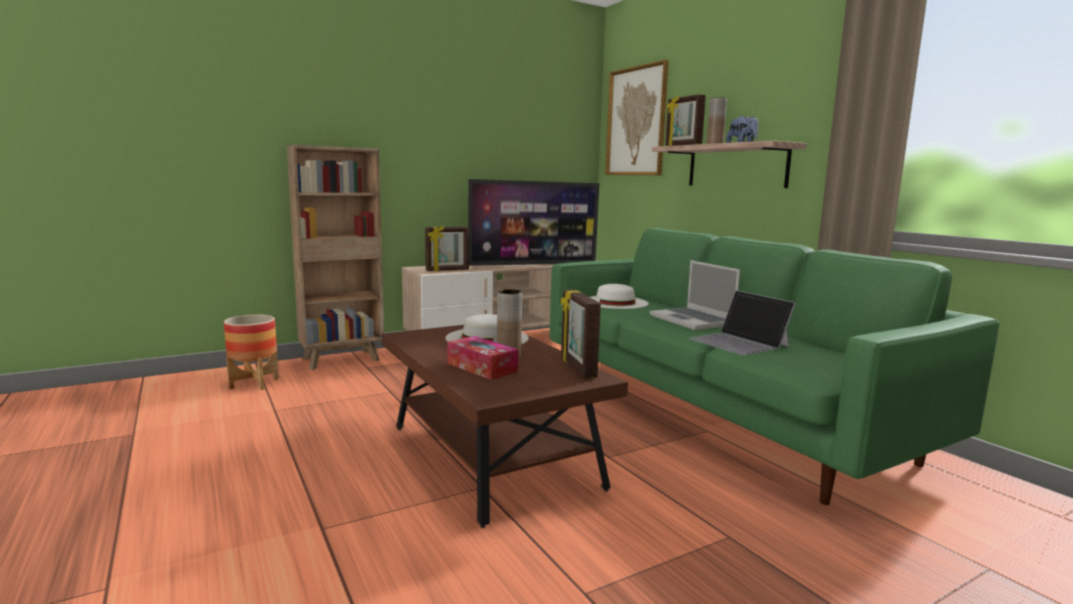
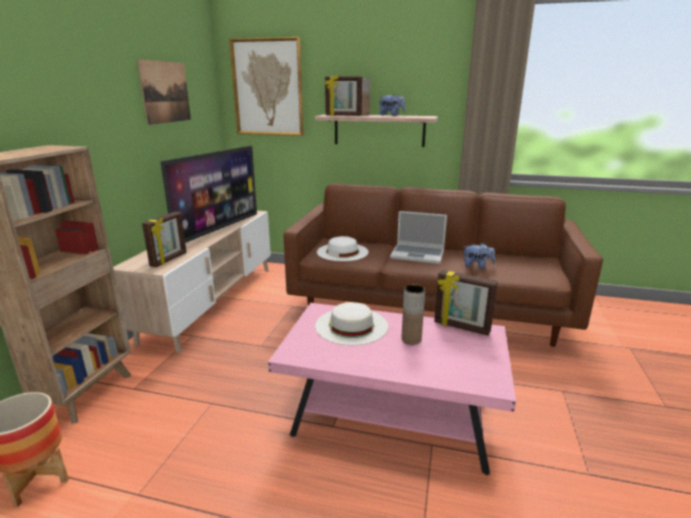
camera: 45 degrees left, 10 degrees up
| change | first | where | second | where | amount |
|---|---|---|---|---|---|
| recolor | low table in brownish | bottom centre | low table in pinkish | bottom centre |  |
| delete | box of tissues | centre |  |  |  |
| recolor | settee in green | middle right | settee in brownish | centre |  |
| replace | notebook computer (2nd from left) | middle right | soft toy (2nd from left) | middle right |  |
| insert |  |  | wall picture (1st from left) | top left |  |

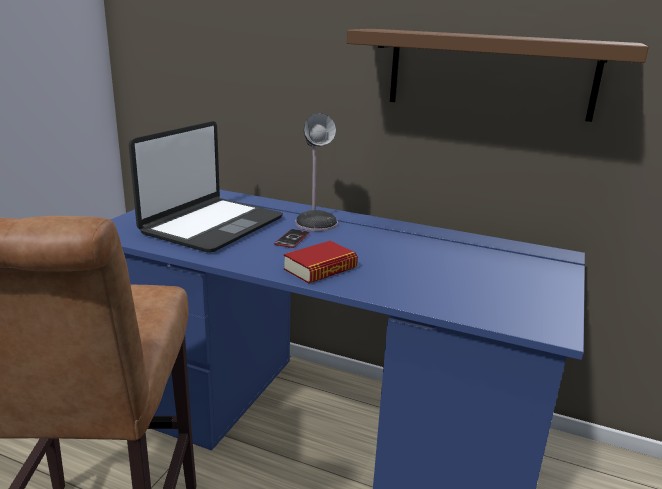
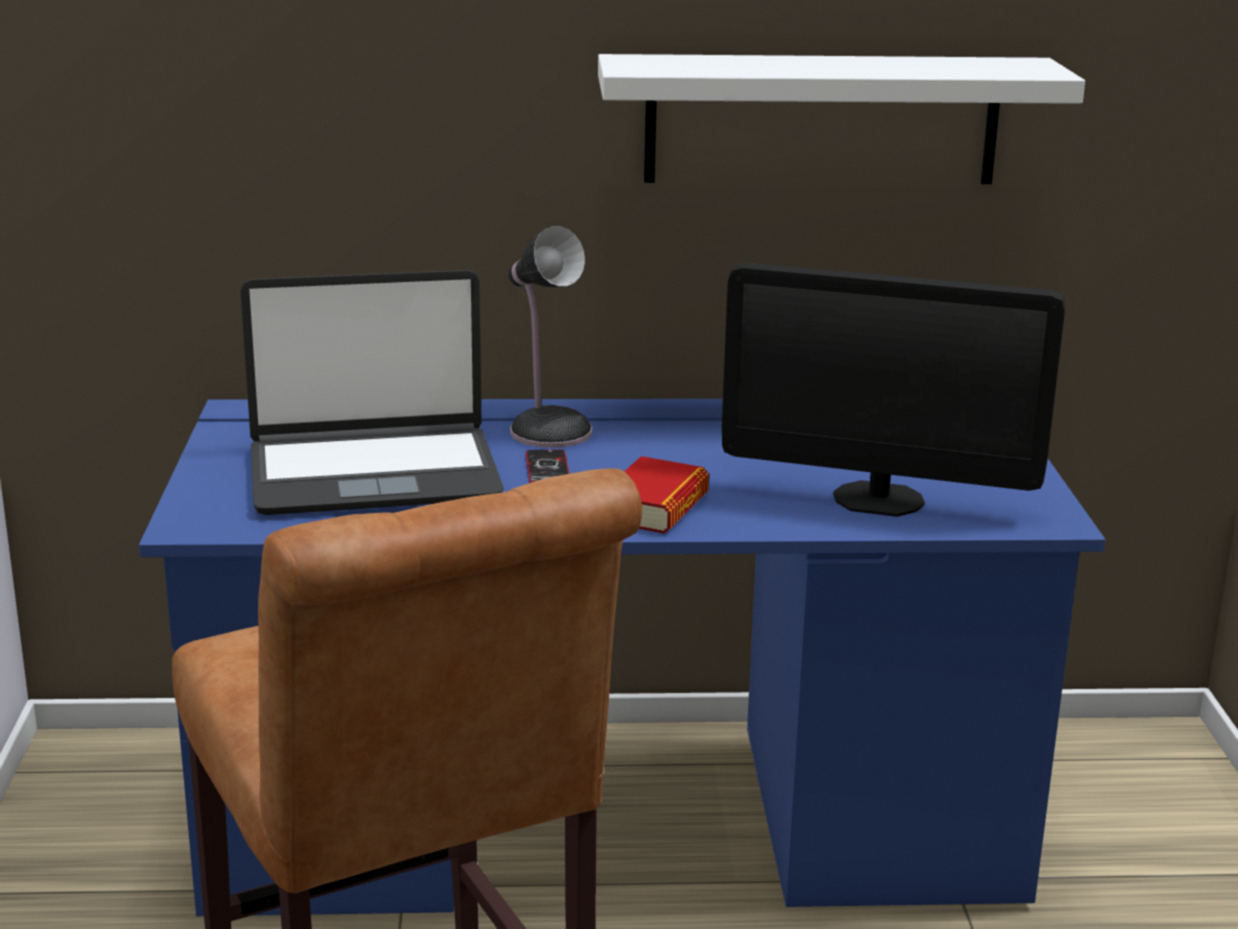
camera: 25 degrees left, 0 degrees up
| change | first | where | second | where | amount |
|---|---|---|---|---|---|
| rotate | notebook computer | middle left |  | middle left | 75 degrees clockwise |
| recolor | bracket shelf in brownish | top right | bracket shelf in whitish | top right |  |
| insert |  |  | computer display | middle right |  |

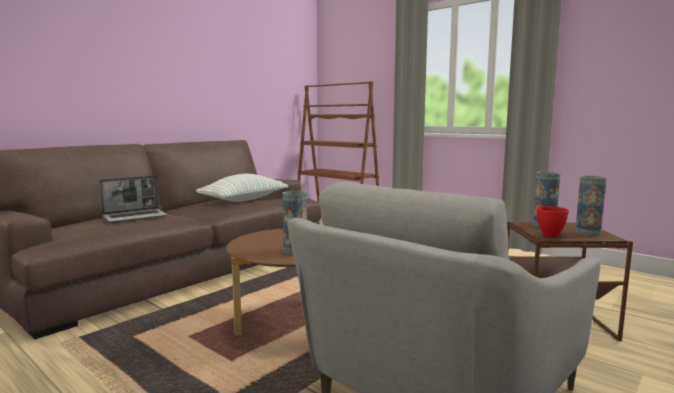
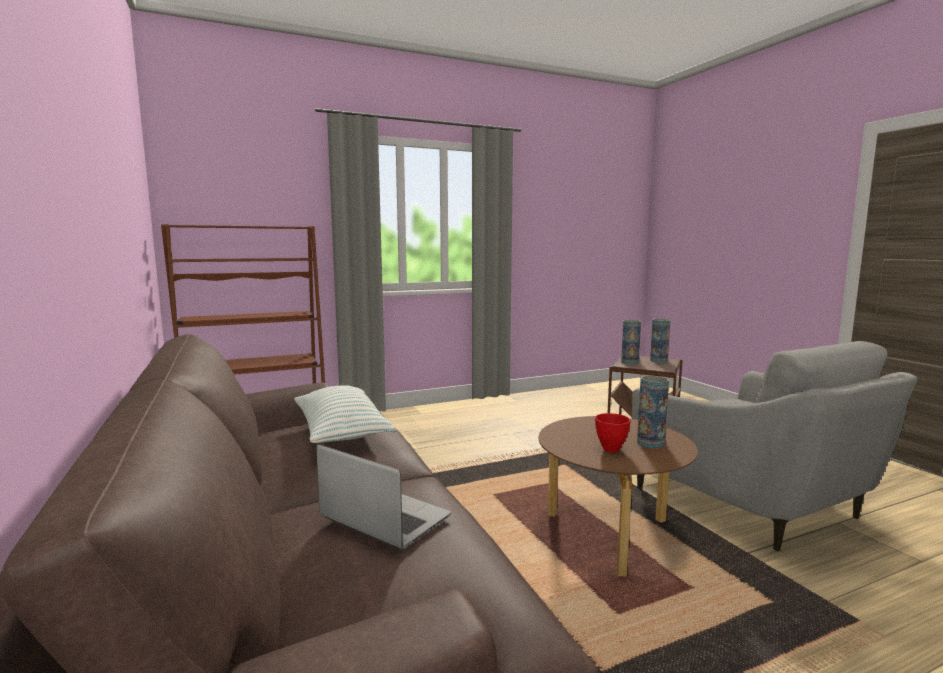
camera: 65 degrees left, 0 degrees up
| change | first | where | second | where | amount |
|---|---|---|---|---|---|
| rotate | notebook computer | middle left |  | bottom centre | 45 degrees counterclockwise |
| move | serving bowl in red-coloured | middle right |  | centre |  |

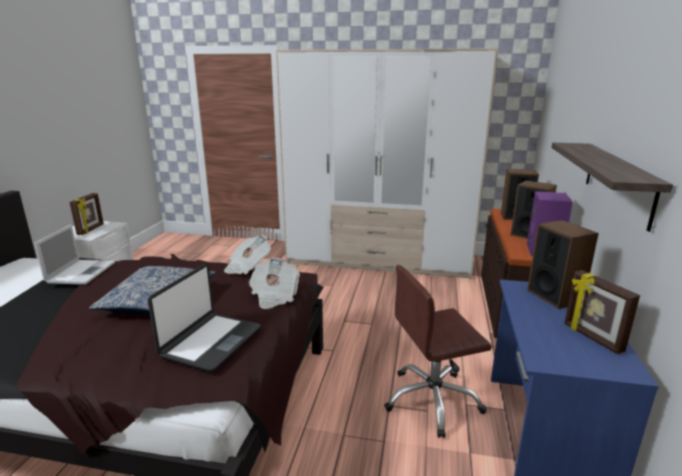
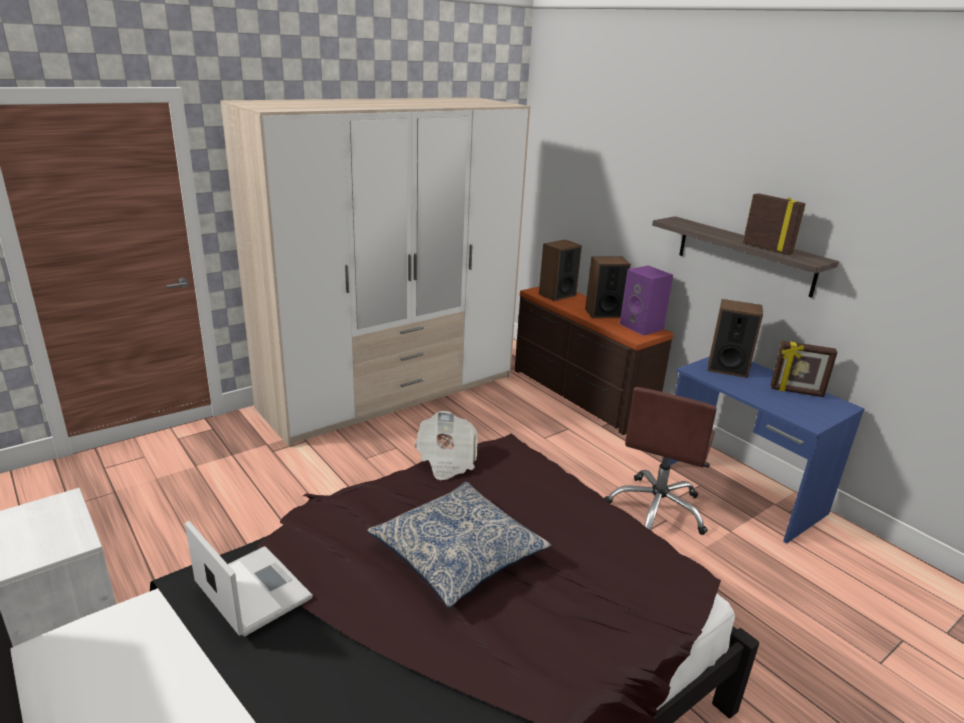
camera: 50 degrees left, 5 degrees up
| change | first | where | second | where | amount |
|---|---|---|---|---|---|
| move | standing frame (1st from left) | middle left |  | top right |  |
| delete | notebook computer (2nd from left) | bottom left |  |  |  |
| delete | newspaper (2nd from left) | centre |  |  |  |

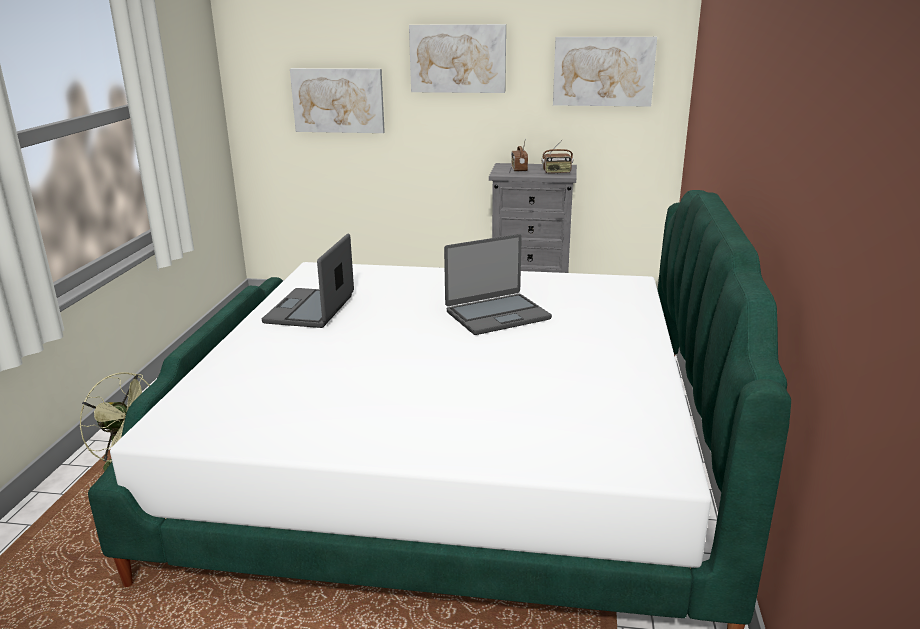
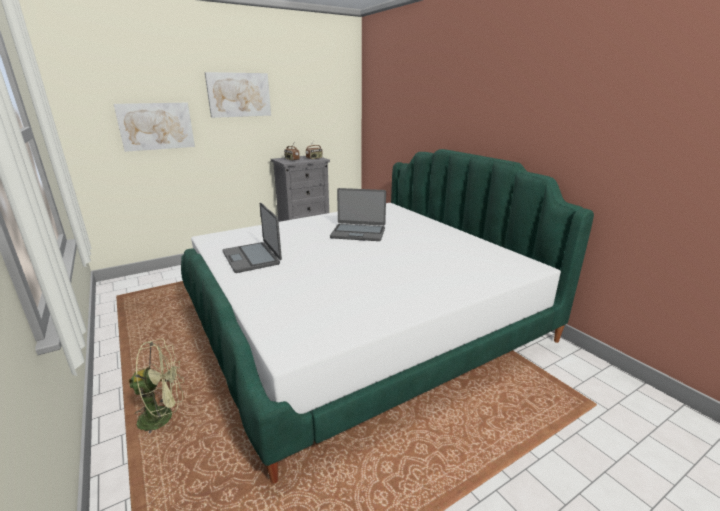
camera: 40 degrees left, 0 degrees up
| change | first | where | second | where | amount |
|---|---|---|---|---|---|
| rotate | notebook computer (2nd from left) | centre |  | centre | 75 degrees clockwise |
| delete | wall picture (3rd from left) | top centre |  |  |  |

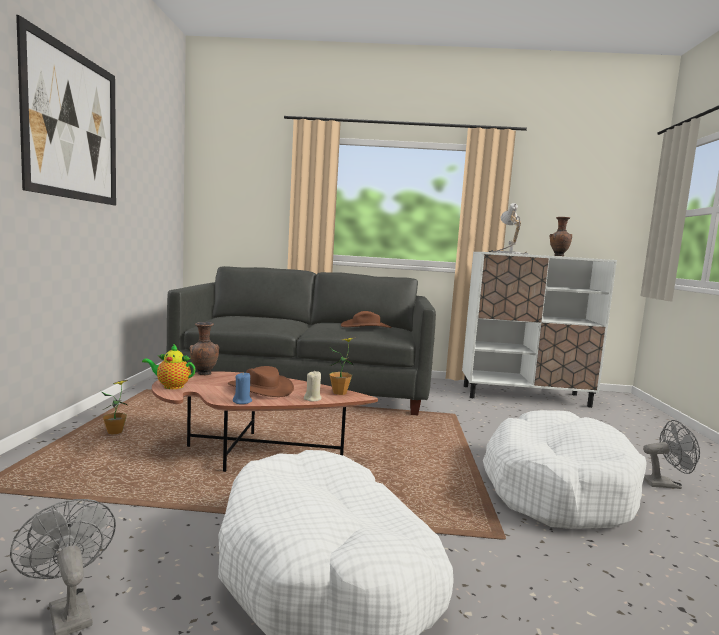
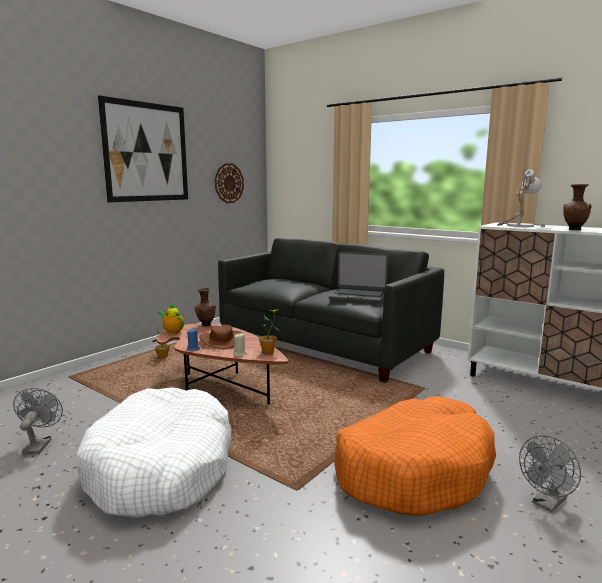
camera: 35 degrees right, 5 degrees up
| change | first | where | second | where | amount |
|---|---|---|---|---|---|
| replace | hat in brownish (2nd from left) | centre | notebook computer | centre |  |
| recolor | pet bed in whitish (2nd from left) | bottom right | pet bed in orange-coloured | bottom right |  |
| rotate | cooling fan in gray (2nd from left) | bottom right |  | bottom right | 105 degrees clockwise |
| insert |  |  | clock on the wall | top centre |  |

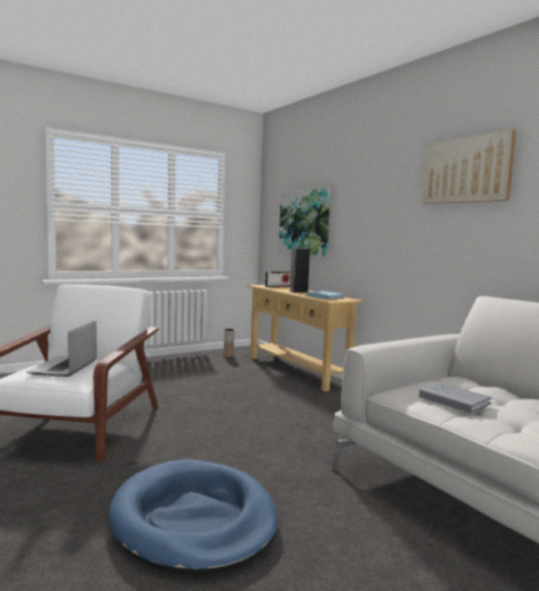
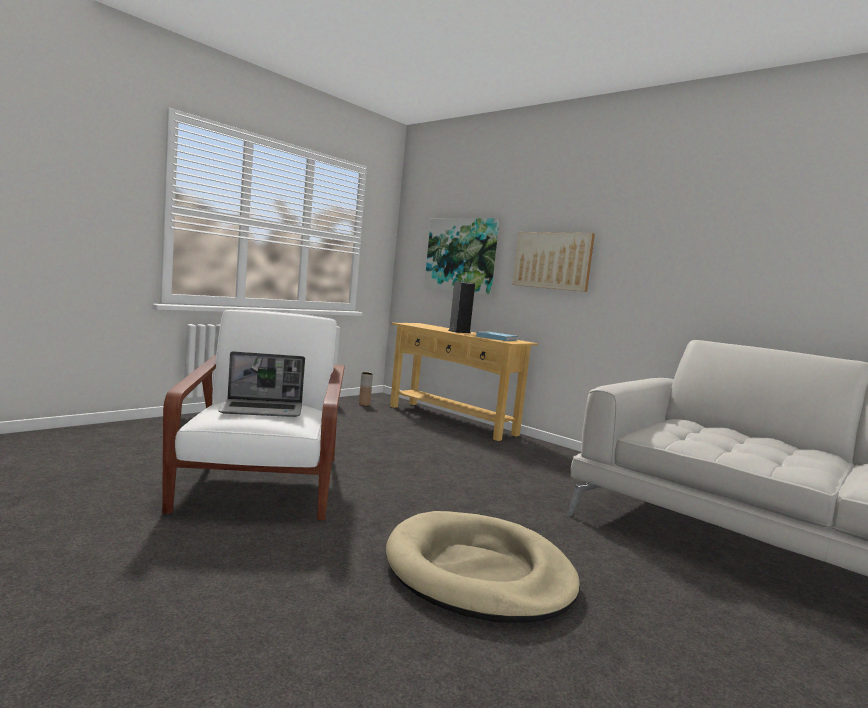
camera: 15 degrees left, 0 degrees up
| change | first | where | second | where | amount |
|---|---|---|---|---|---|
| rotate | notebook computer | middle left |  | middle left | 90 degrees counterclockwise |
| recolor | pet bed in bluish | bottom centre | pet bed in beige | bottom centre |  |
| delete | radio | centre |  |  |  |
| delete | book in gray | bottom right |  |  |  |
| move | wall picture (2nd from left) | top right |  | centre |  |

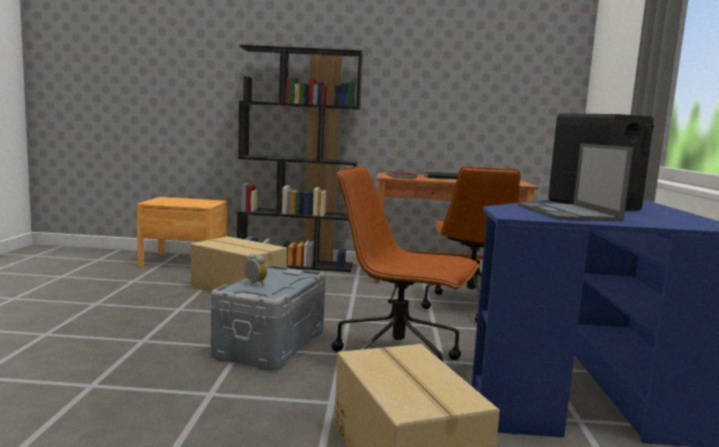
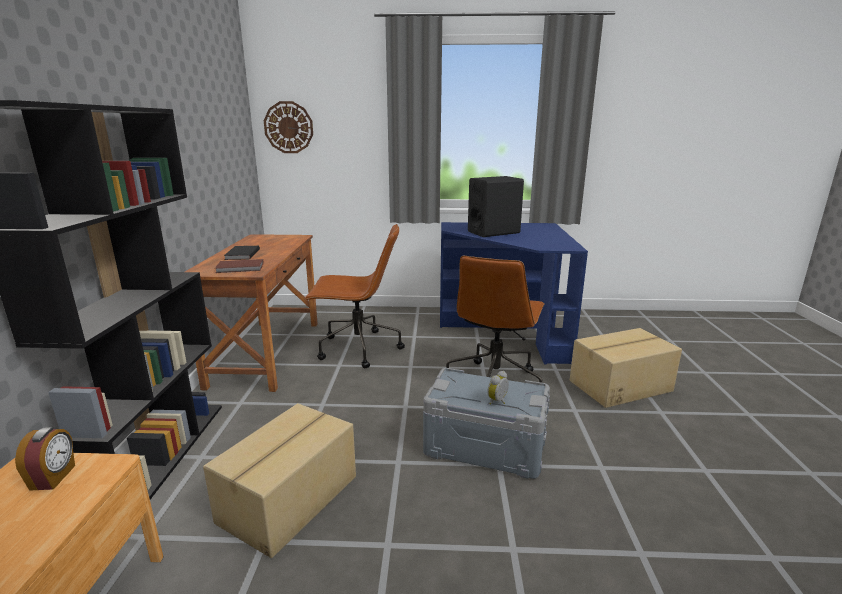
camera: 90 degrees left, 10 degrees up
| change | first | where | second | where | amount |
|---|---|---|---|---|---|
| delete | notebook computer | middle right |  |  |  |
| insert |  |  | bedside clock (1st from left) | bottom left |  |
| insert |  |  | clock on the wall | top centre |  |

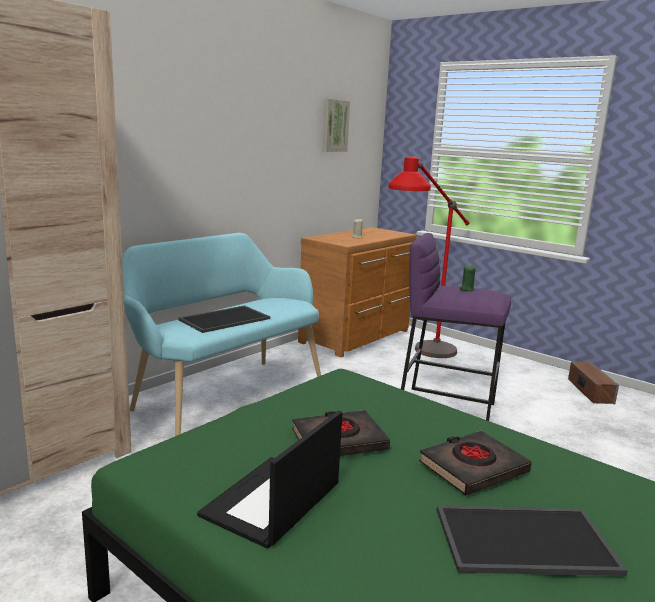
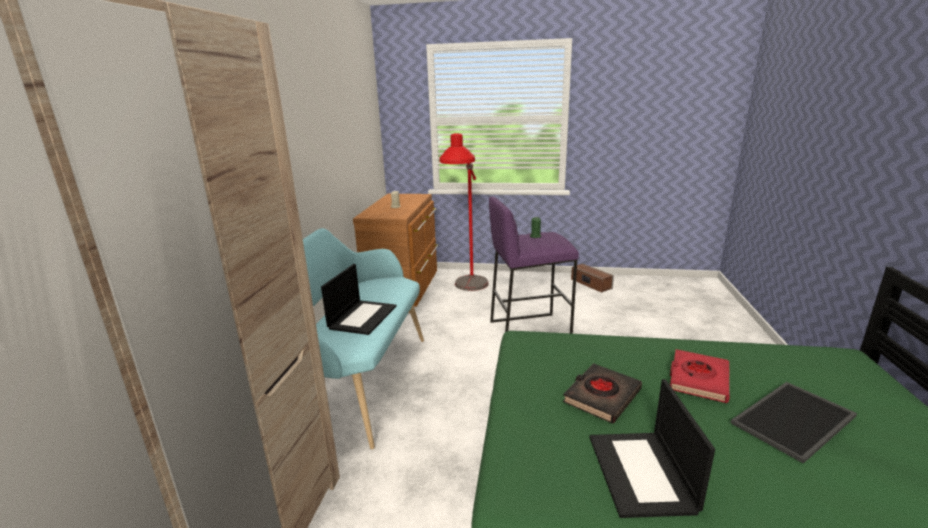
camera: 30 degrees left, 5 degrees up
| change | first | where | second | where | amount |
|---|---|---|---|---|---|
| replace | serving tray (1st from left) | centre | notebook computer (1st from left) | centre |  |
| delete | wall picture | top centre |  |  |  |
| recolor | book in black (2nd from left) | bottom right | book in red-coloured | bottom right |  |

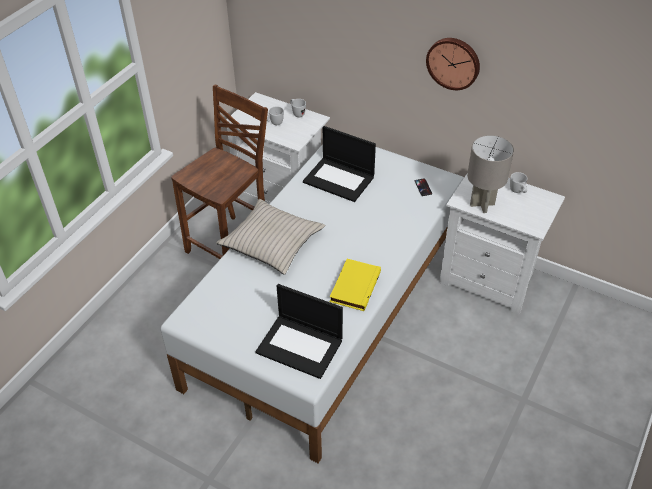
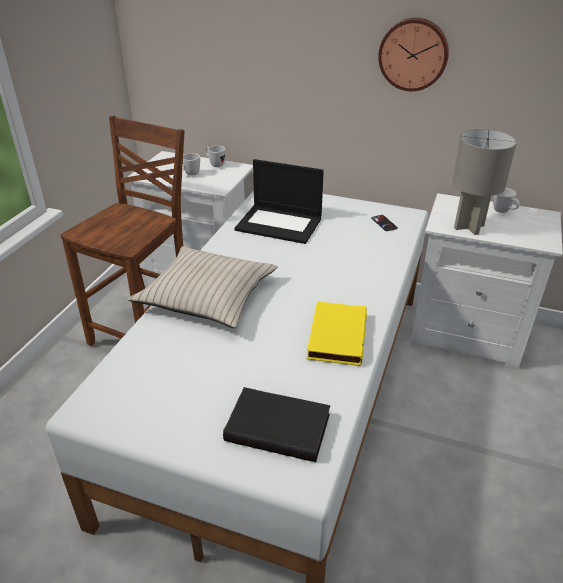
camera: 10 degrees left, 10 degrees down
| change | first | where | second | where | amount |
|---|---|---|---|---|---|
| replace | notebook computer (1st from left) | bottom centre | book in black | bottom centre |  |

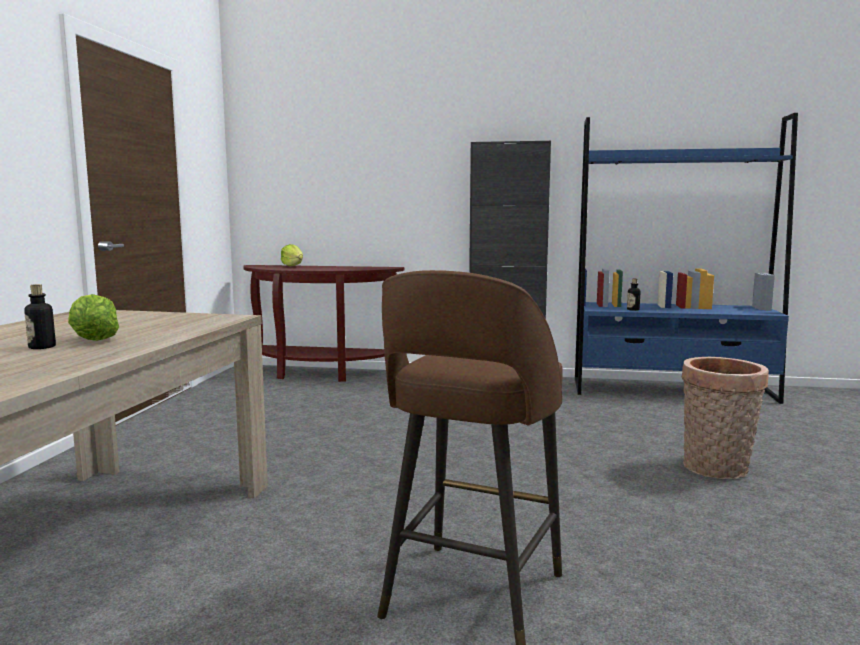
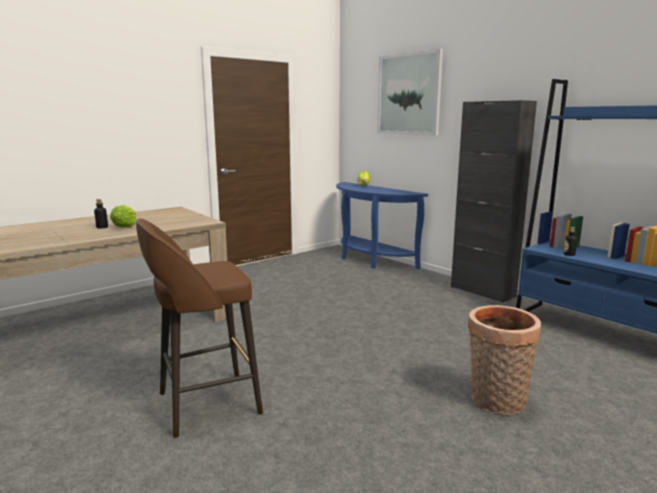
camera: 40 degrees right, 5 degrees up
| change | first | where | second | where | amount |
|---|---|---|---|---|---|
| recolor | hall table in brownish | centre | hall table in bluish | centre |  |
| insert |  |  | wall picture | top centre |  |

